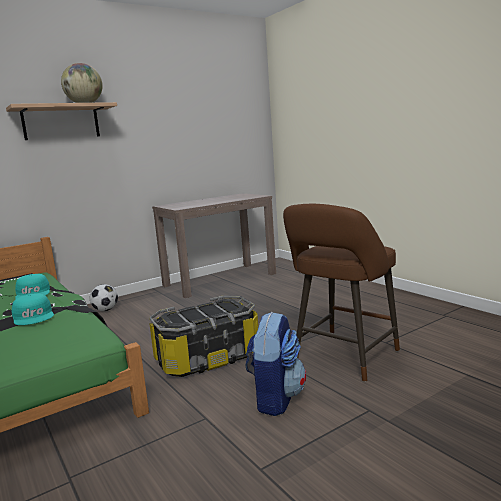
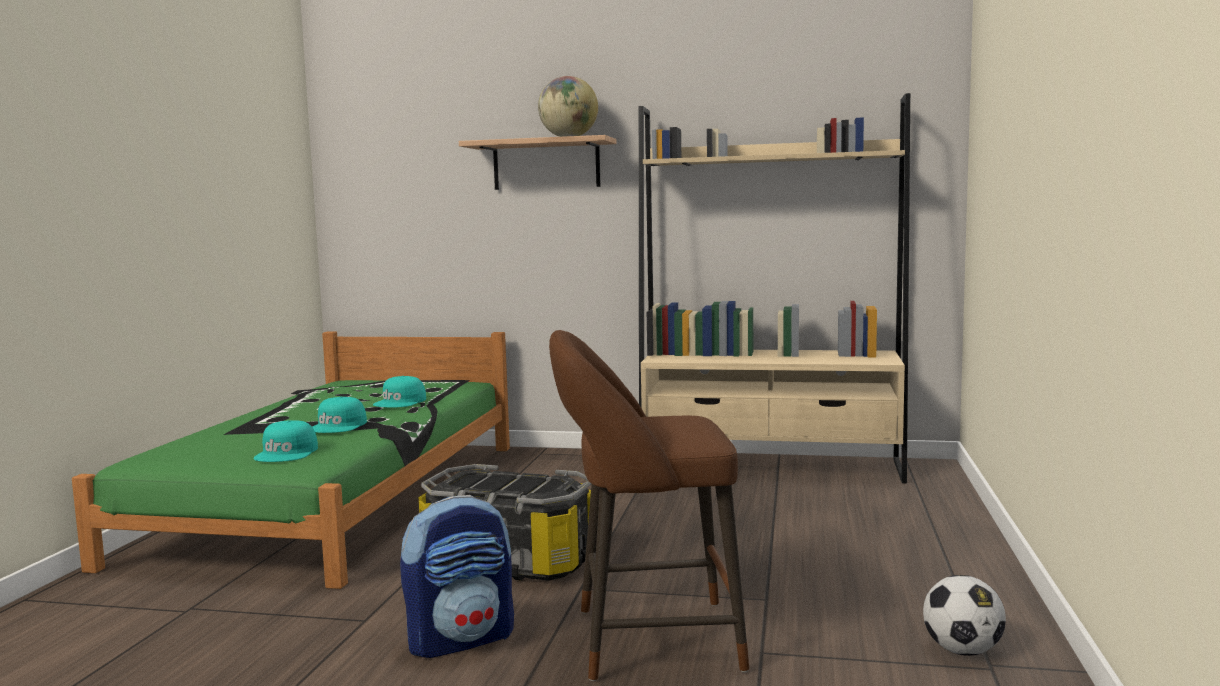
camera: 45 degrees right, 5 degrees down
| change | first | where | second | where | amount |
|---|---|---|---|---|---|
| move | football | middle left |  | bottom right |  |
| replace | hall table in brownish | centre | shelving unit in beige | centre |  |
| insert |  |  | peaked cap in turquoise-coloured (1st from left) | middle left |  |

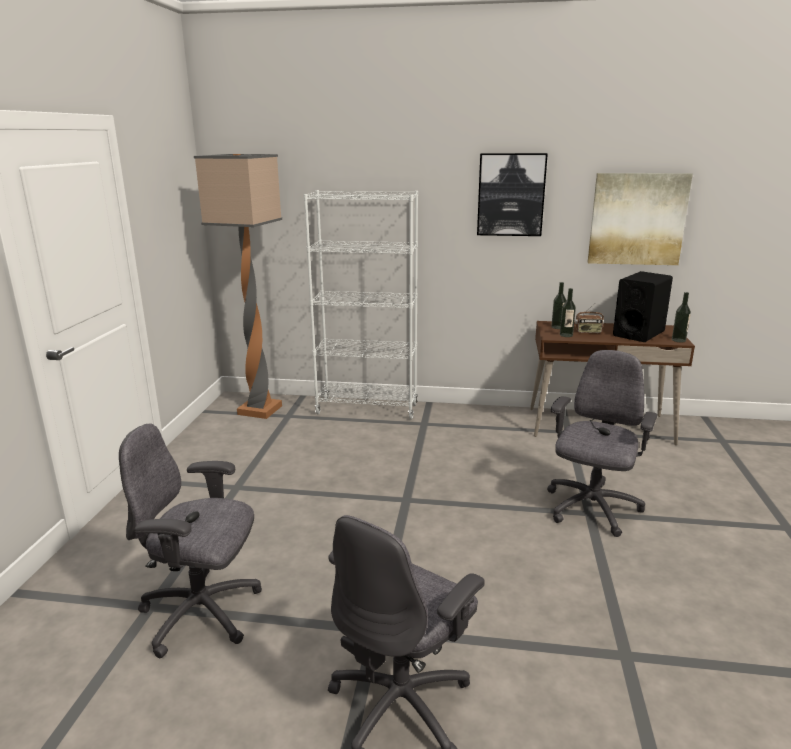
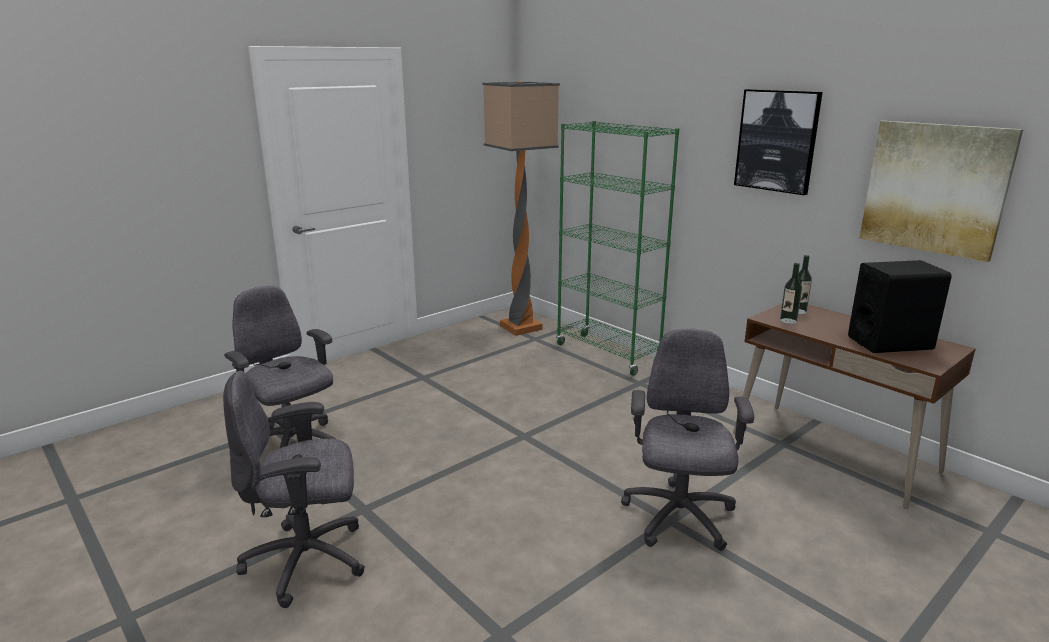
camera: 40 degrees right, 0 degrees up
| change | first | where | second | where | amount |
|---|---|---|---|---|---|
| recolor | shelving unit in whitish | centre | shelving unit in green | centre |  |
| rotate | office chair in gray (3rd from left) | middle right |  | bottom centre | 60 degrees counterclockwise |
| delete | radio | middle right |  |  |  |
| delete | drink bottle (3rd from left) | middle right |  |  |  |

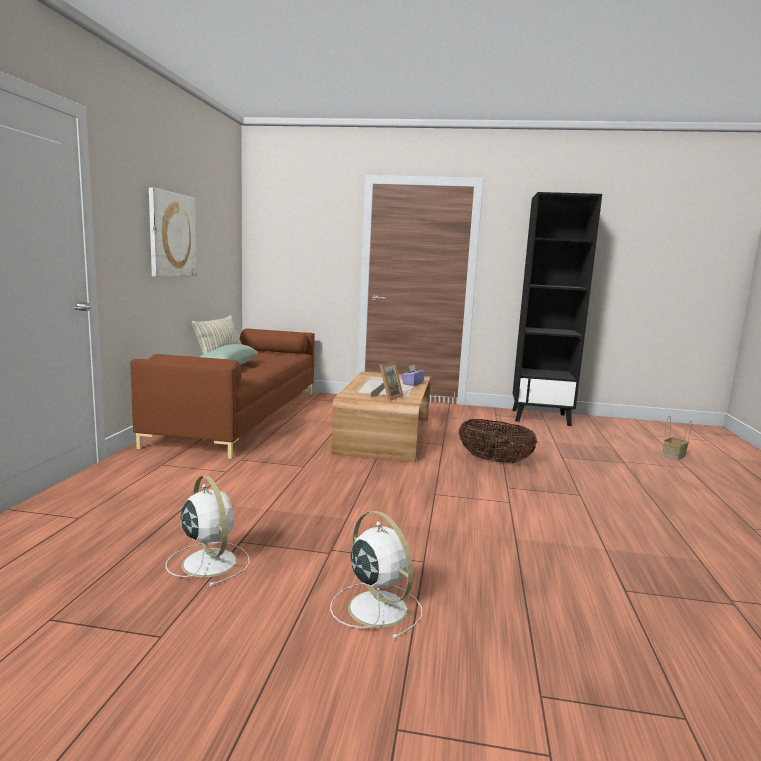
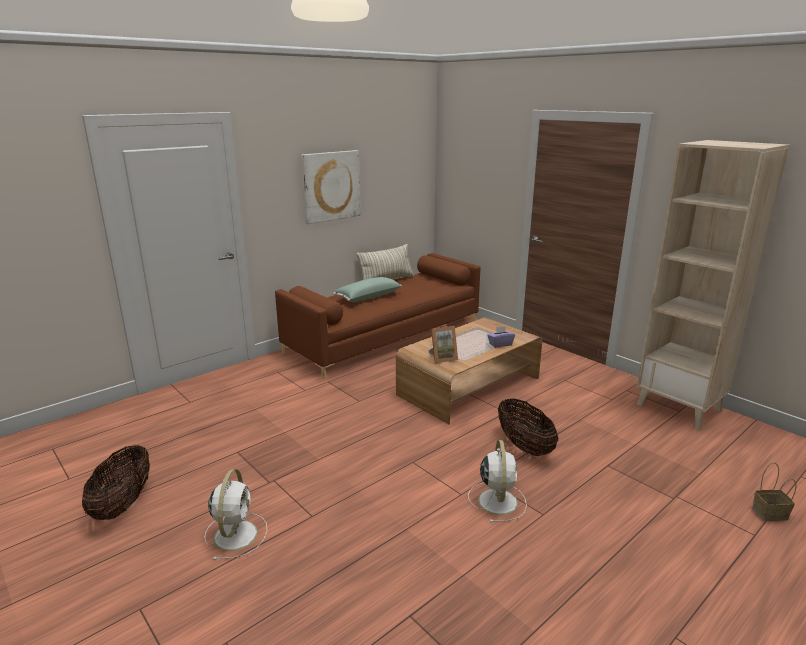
camera: 40 degrees right, 10 degrees up
| change | first | where | second | where | amount |
|---|---|---|---|---|---|
| move | cooling fan in whitish (1st from left in the first image) | bottom left | cooling fan in whitish (2nd from left) | bottom centre |  |
| recolor | shelving unit in black | middle right | shelving unit in beige | middle right |  |
| insert |  |  | household basket (1st from left) | bottom left |  |

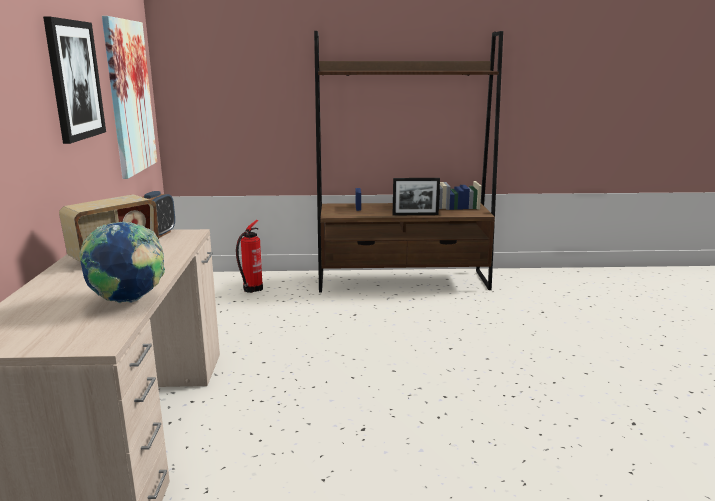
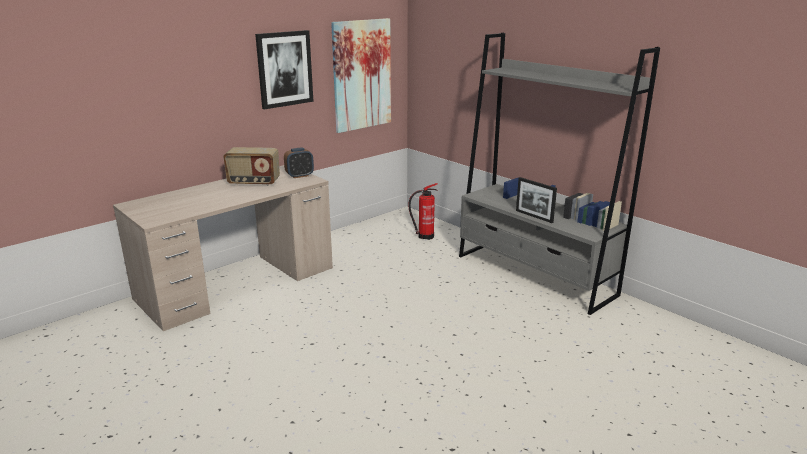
camera: 50 degrees right, 5 degrees up
| change | first | where | second | where | amount |
|---|---|---|---|---|---|
| delete | world globe | middle left |  |  |  |
| recolor | shelving unit in brownish | top centre | shelving unit in gray | middle right |  |

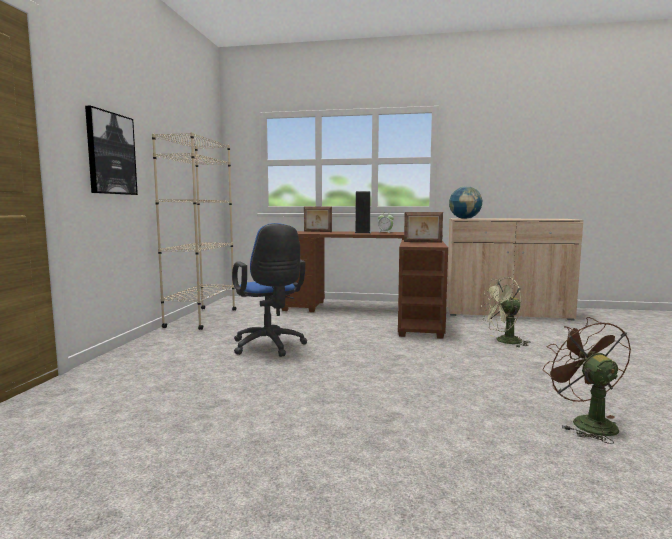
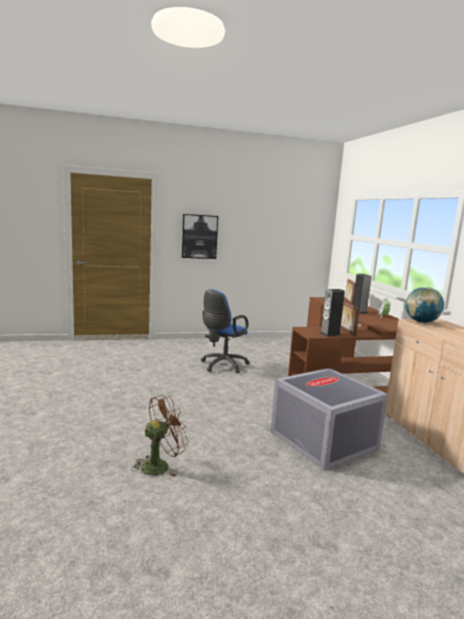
camera: 65 degrees right, 5 degrees up
| change | first | where | second | where | amount |
|---|---|---|---|---|---|
| delete | shelving unit in beige | middle left |  |  |  |
| replace | cooling fan in green | middle right | storage bin in gray | bottom right |  |
| insert |  |  | loudspeaker (1st from left) | middle right |  |

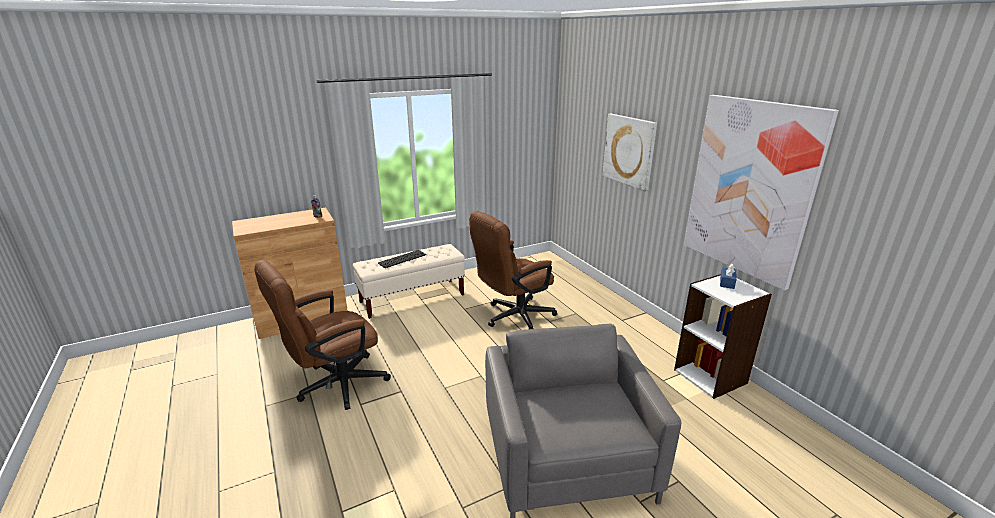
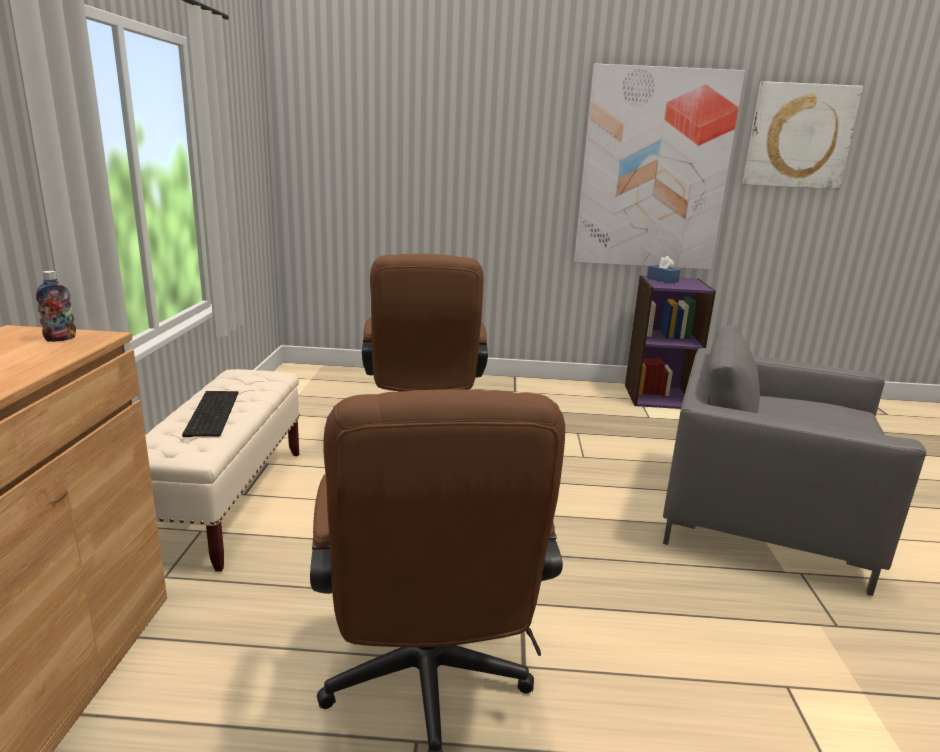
camera: 60 degrees left, 5 degrees down
| change | first | where | second | where | amount |
|---|---|---|---|---|---|
| move | wall picture (1st from left in the first image) | top centre | wall picture (2nd from left) | top right |  |
| recolor | shelving unit in whitish | middle right | shelving unit in purplish | middle right |  |

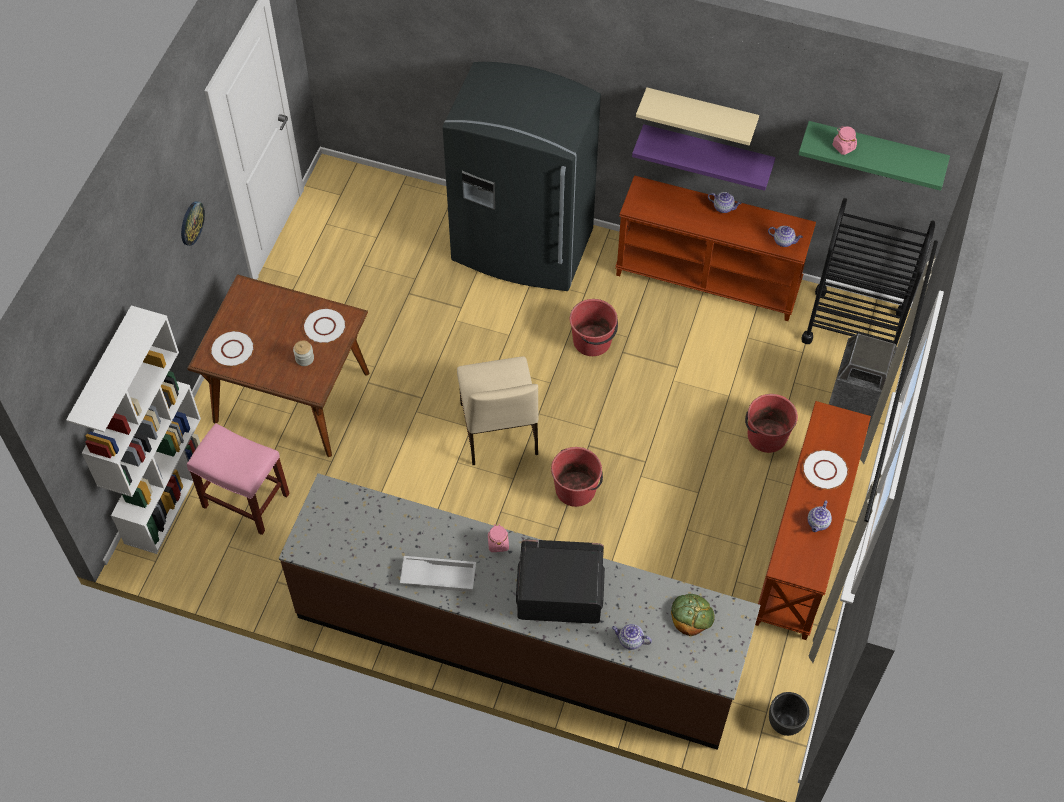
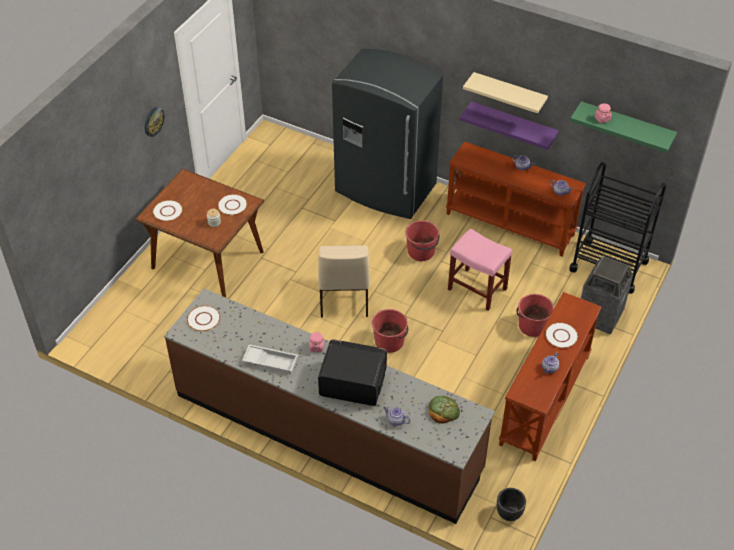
camera: 10 degrees right, 10 degrees down
| change | first | where | second | where | amount |
|---|---|---|---|---|---|
| delete | shelving unit in whitish | middle left |  |  |  |
| move | sitting stool in pinkish | middle left |  | centre |  |
| insert |  |  | flat dish in whitish (2nd from left) | middle left |  |

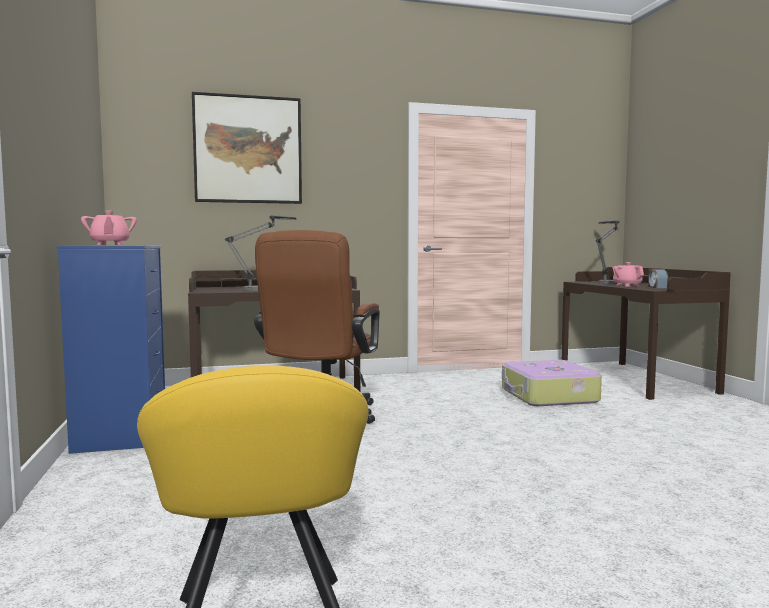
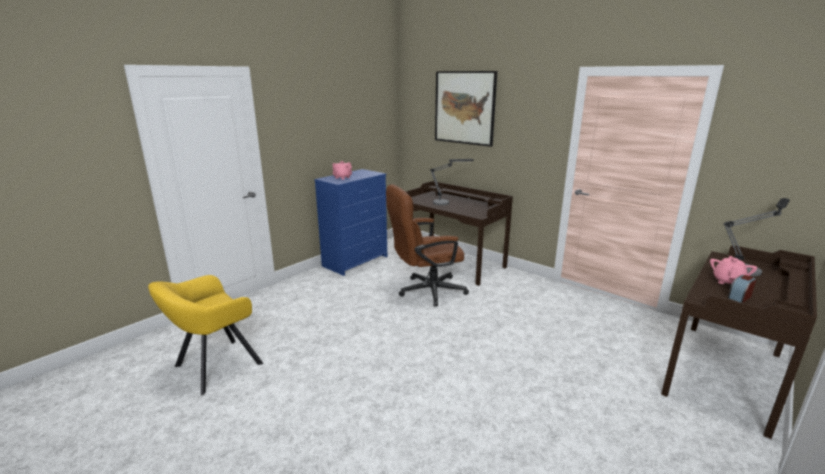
camera: 55 degrees right, 15 degrees up
| change | first | where | second | where | amount |
|---|---|---|---|---|---|
| delete | suitcase | middle right |  |  |  |

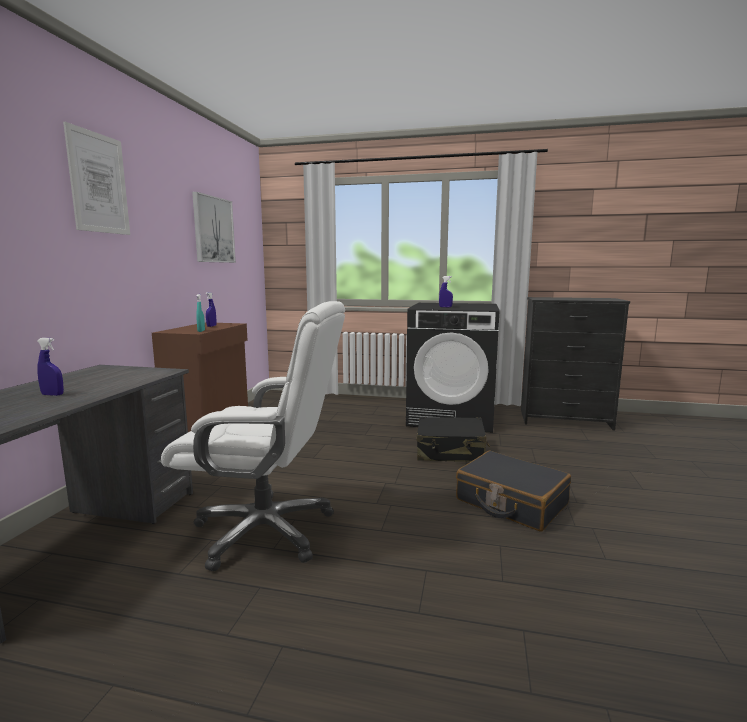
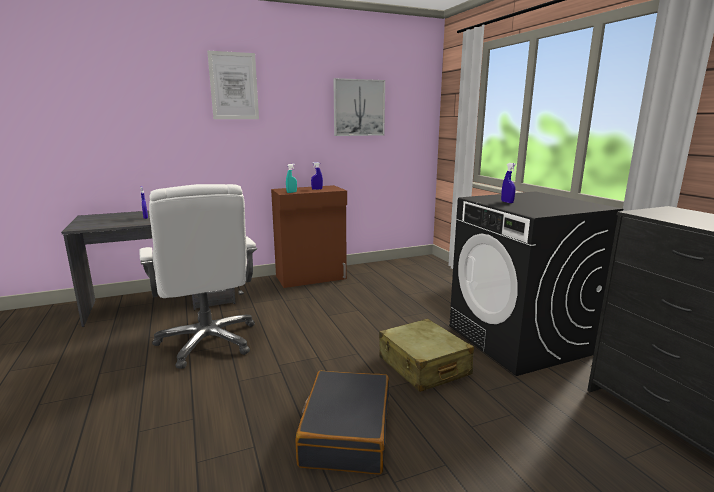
camera: 55 degrees right, 5 degrees up
| change | first | where | second | where | amount |
|---|---|---|---|---|---|
| recolor | suitcase in black (1st from left) | centre | suitcase in beige | bottom centre |  |

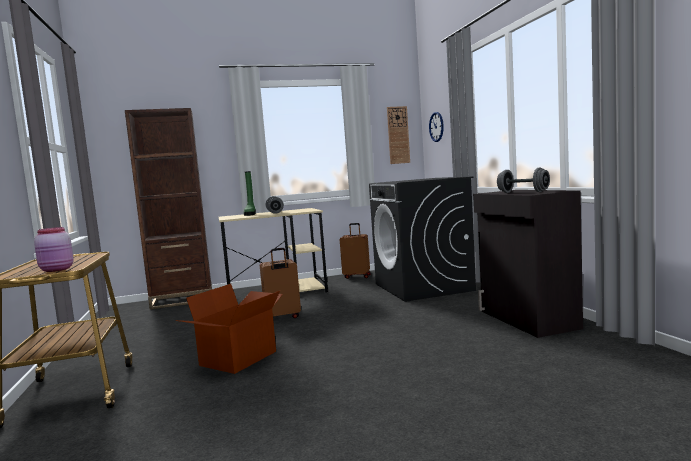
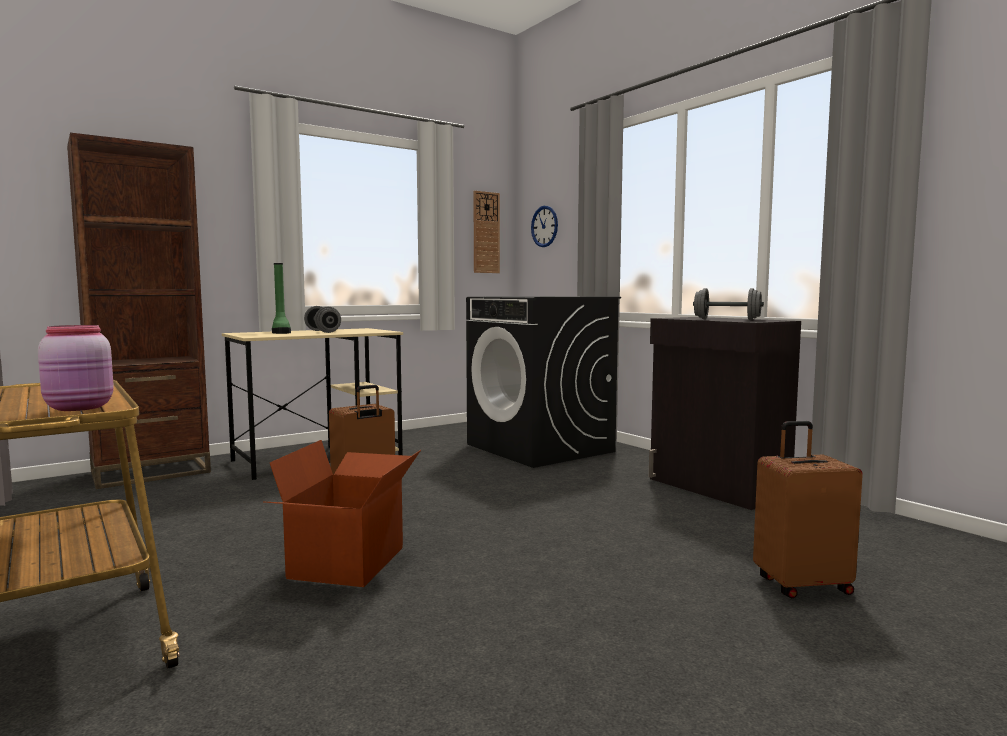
camera: 20 degrees left, 0 degrees up
| change | first | where | second | where | amount |
|---|---|---|---|---|---|
| move | suitcase in brownish (2nd from left) | centre |  | bottom right |  |

